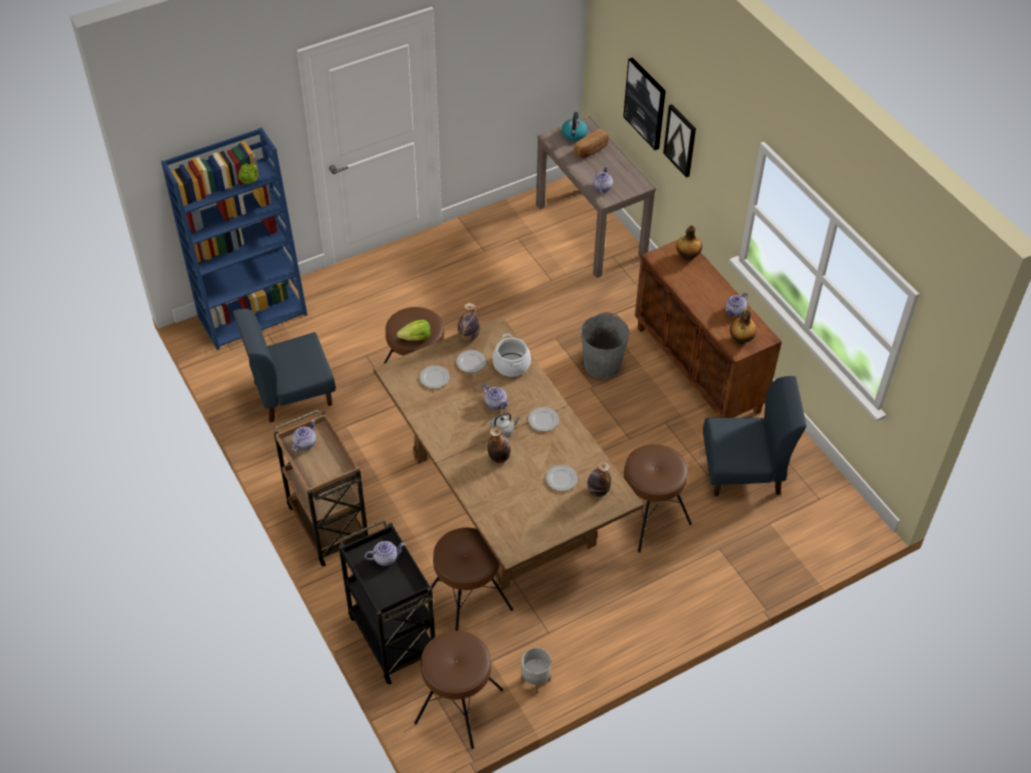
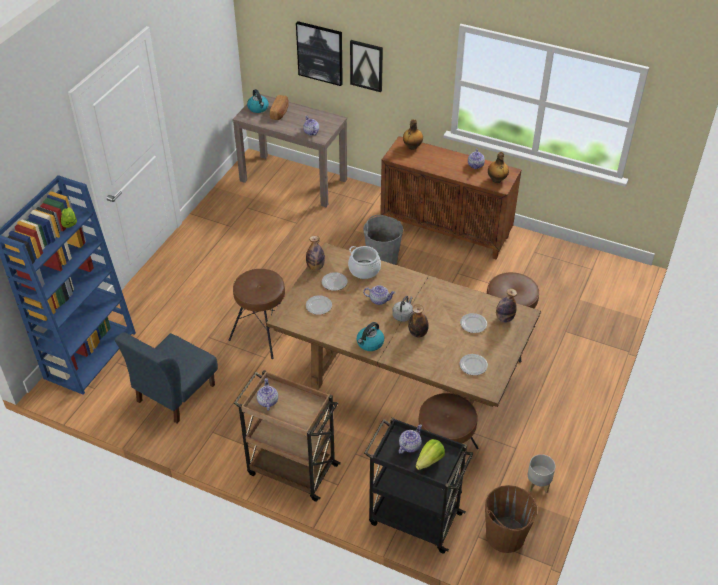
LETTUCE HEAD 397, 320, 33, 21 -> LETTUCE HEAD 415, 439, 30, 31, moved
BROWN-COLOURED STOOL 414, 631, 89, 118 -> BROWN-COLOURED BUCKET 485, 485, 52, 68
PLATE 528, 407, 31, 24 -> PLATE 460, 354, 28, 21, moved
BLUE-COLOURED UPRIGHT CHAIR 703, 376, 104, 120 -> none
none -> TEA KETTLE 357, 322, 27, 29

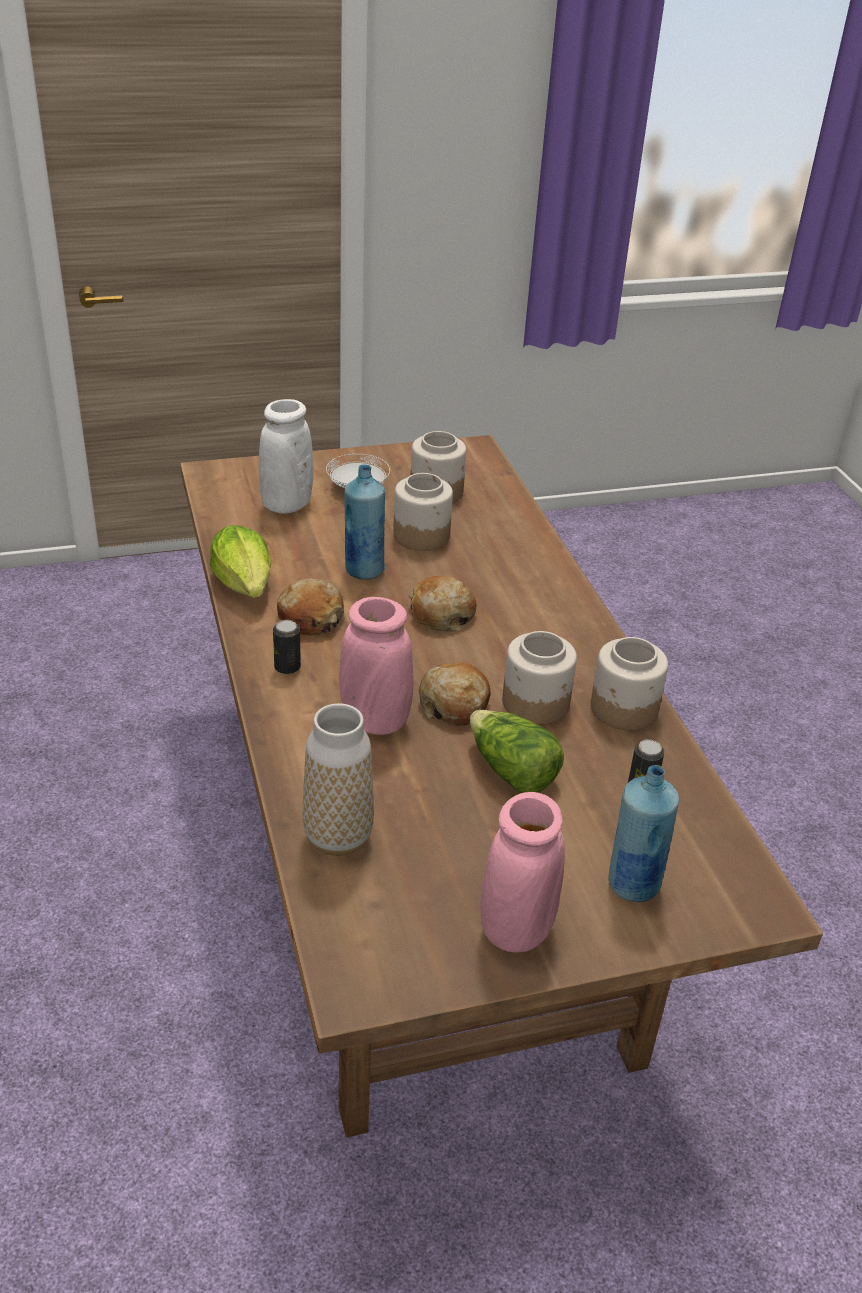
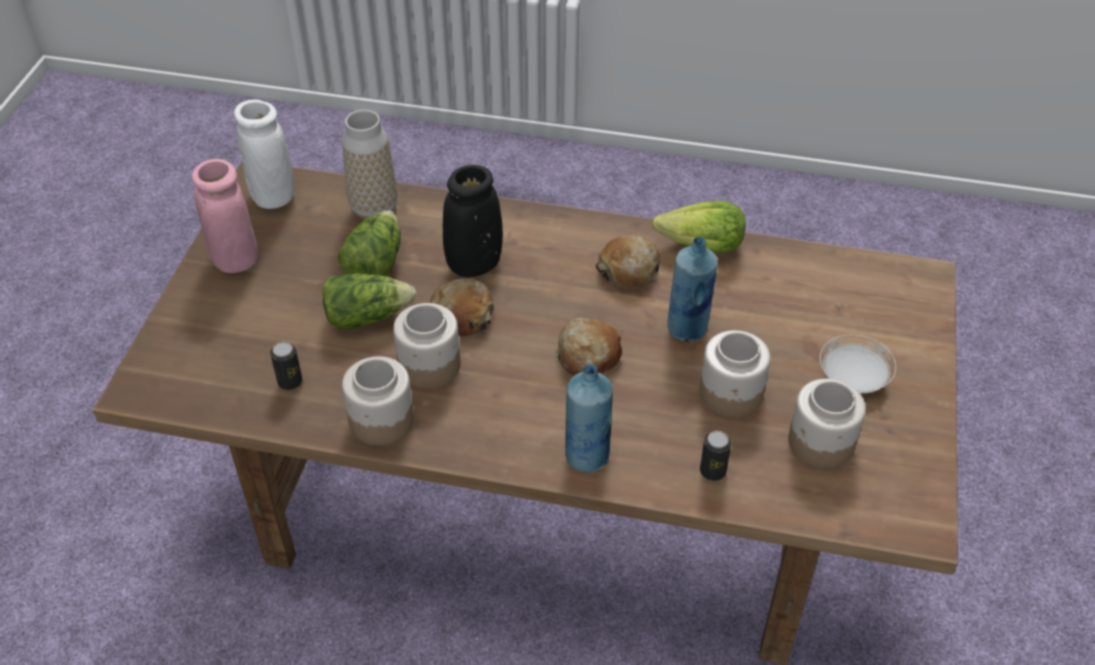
WHITE VASE 259, 399, 55, 115 -> WHITE VASE 234, 100, 60, 109, moved
METAL CAN 273, 620, 28, 54 -> METAL CAN 700, 431, 31, 50, moved
PINK VASE 339, 597, 74, 138 -> BLACK-COLOURED VASE 443, 165, 60, 112
BLUE-COLOURED BOTTLE 609, 765, 70, 137 -> BLUE-COLOURED BOTTLE 565, 364, 48, 108, moved
none -> LETTUCE HEAD 338, 210, 63, 66

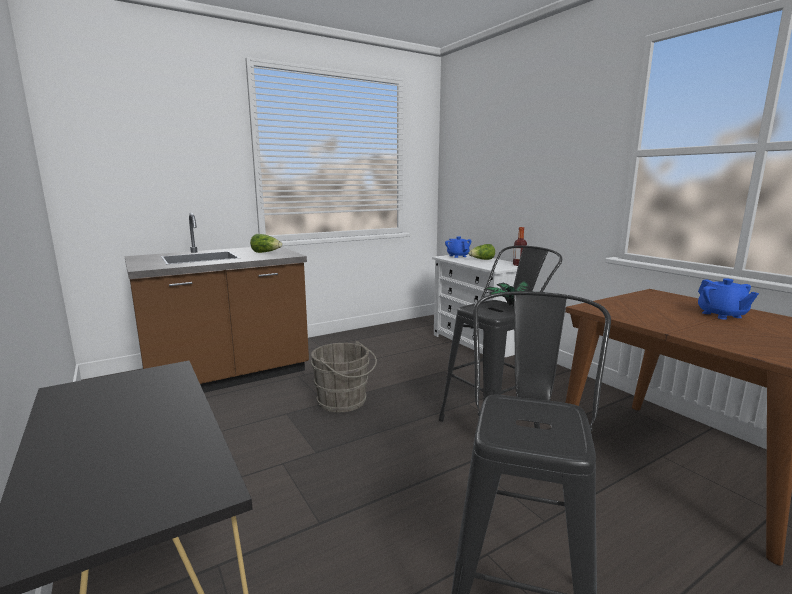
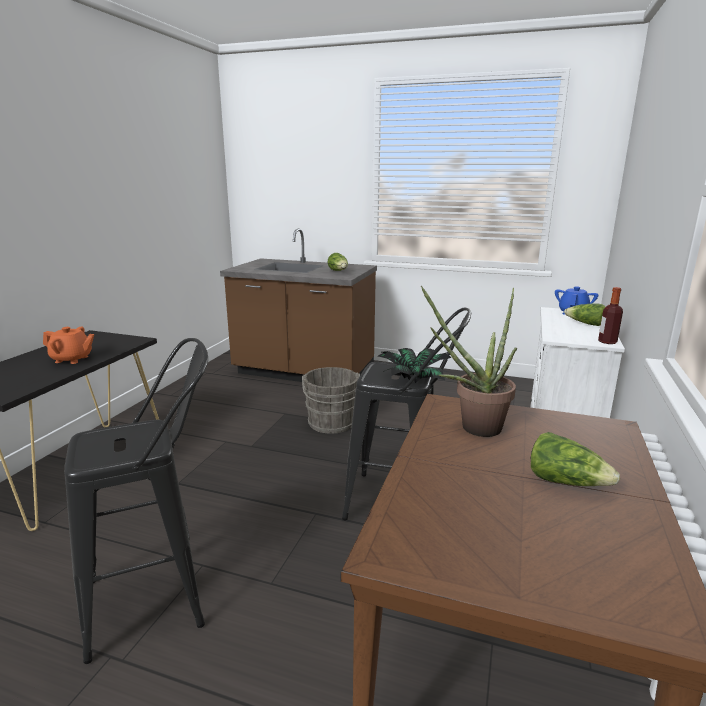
BLUE-COLOURED POT FOR TEA 698, 278, 61, 42 -> LETTUCE HEAD 531, 432, 89, 54
none -> ORANGE-COLOURED POT FOR TEA 43, 327, 51, 37
none -> HOUSEPLANT 421, 286, 96, 151

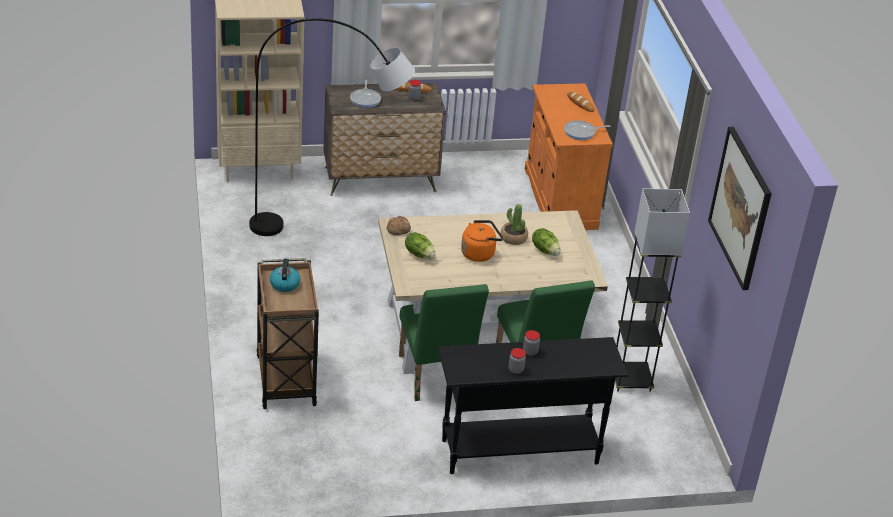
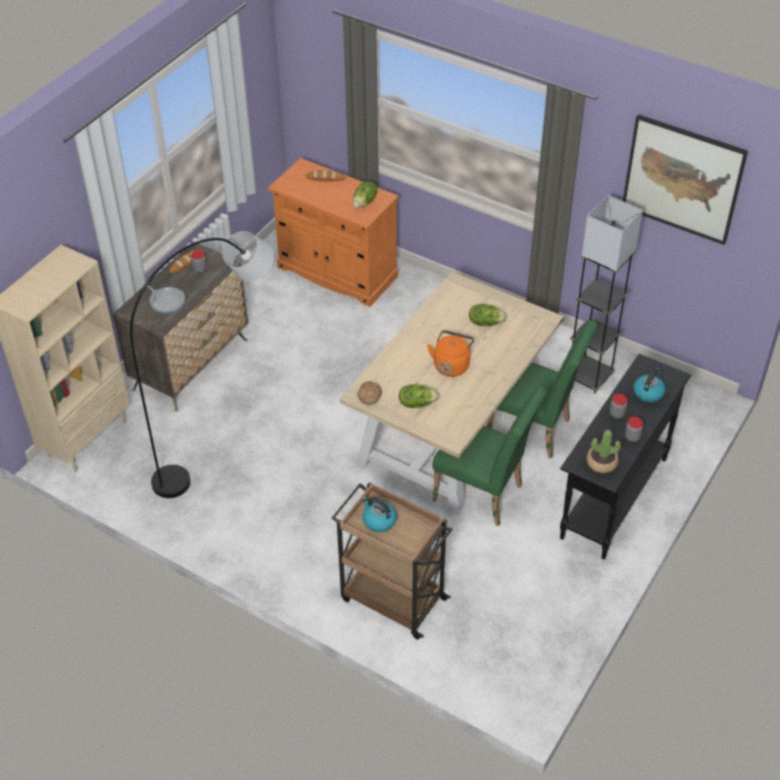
HOUSEPLANT 501, 204, 27, 41 -> HOUSEPLANT 587, 430, 34, 43, moved
FRYING PAN 564, 120, 46, 20 -> LETTUCE HEAD 353, 181, 25, 27
none -> TEA KETTLE 633, 368, 33, 35

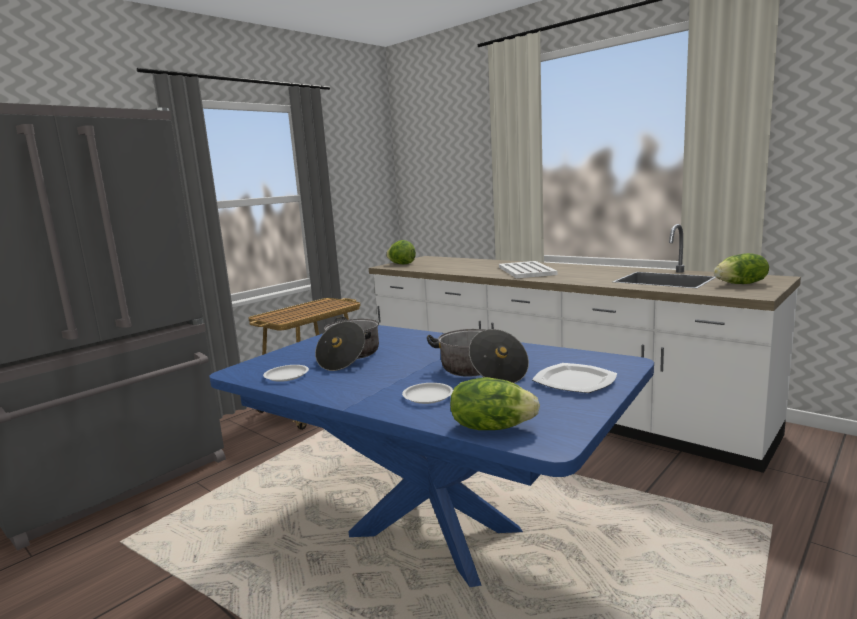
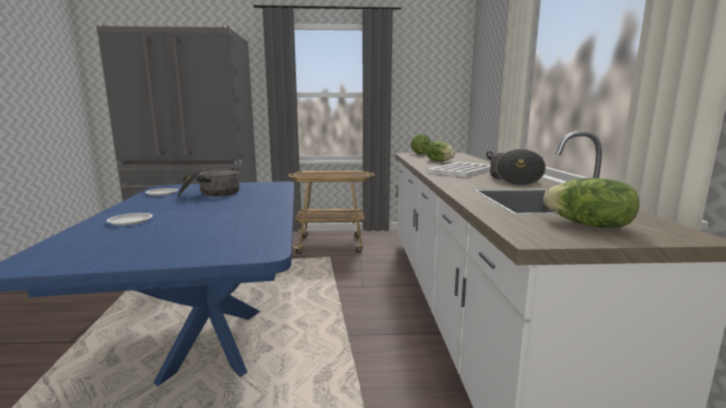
SAUCEPOT 426, 329, 103, 54 -> SAUCEPOT 486, 149, 60, 37, moved
LETTUCE HEAD 450, 377, 90, 53 -> LETTUCE HEAD 426, 141, 29, 20, moved
PLATE 532, 363, 85, 30 -> none

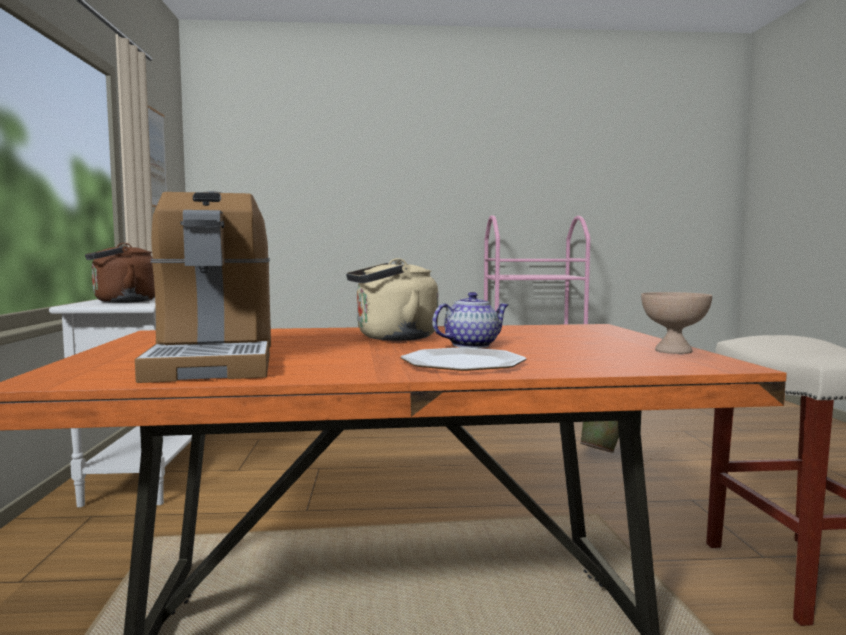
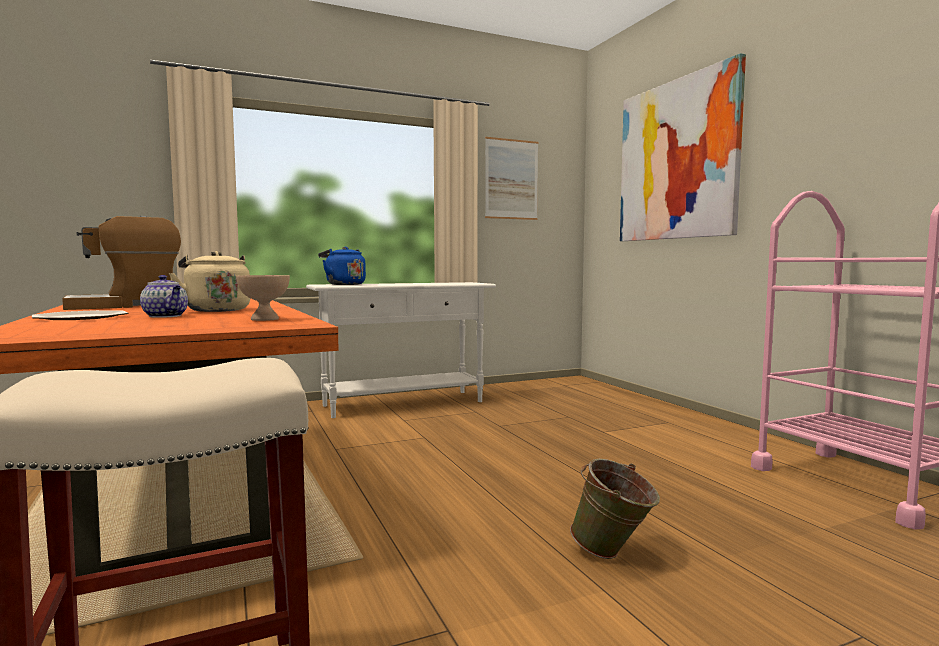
BROWN-COLOURED TEA KETTLE 85, 243, 70, 60 -> BLUE-COLOURED TEA KETTLE 318, 247, 48, 38
SAND-COLOURED SERVING BOWL 641, 292, 71, 62 -> SAND-COLOURED SERVING BOWL 236, 275, 54, 46, moved
none -> WALL ART 620, 53, 126, 188

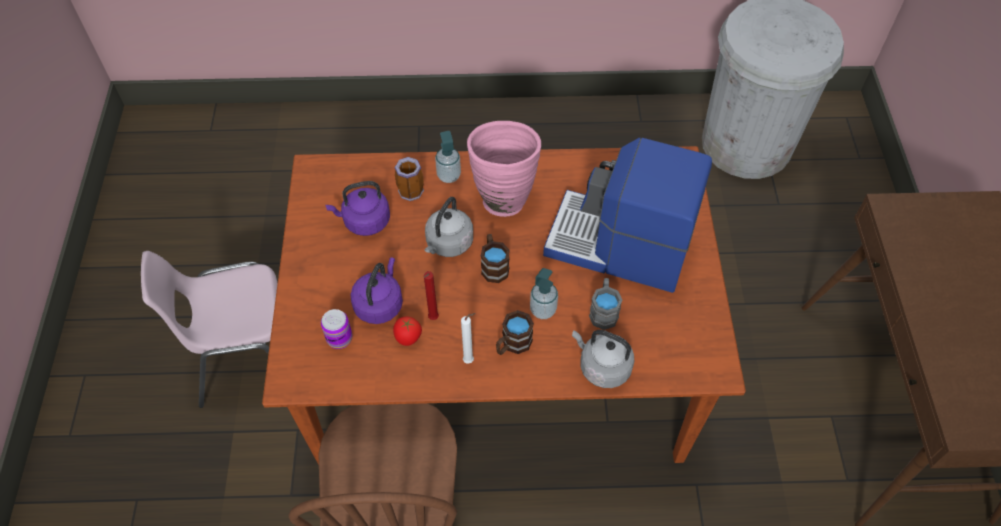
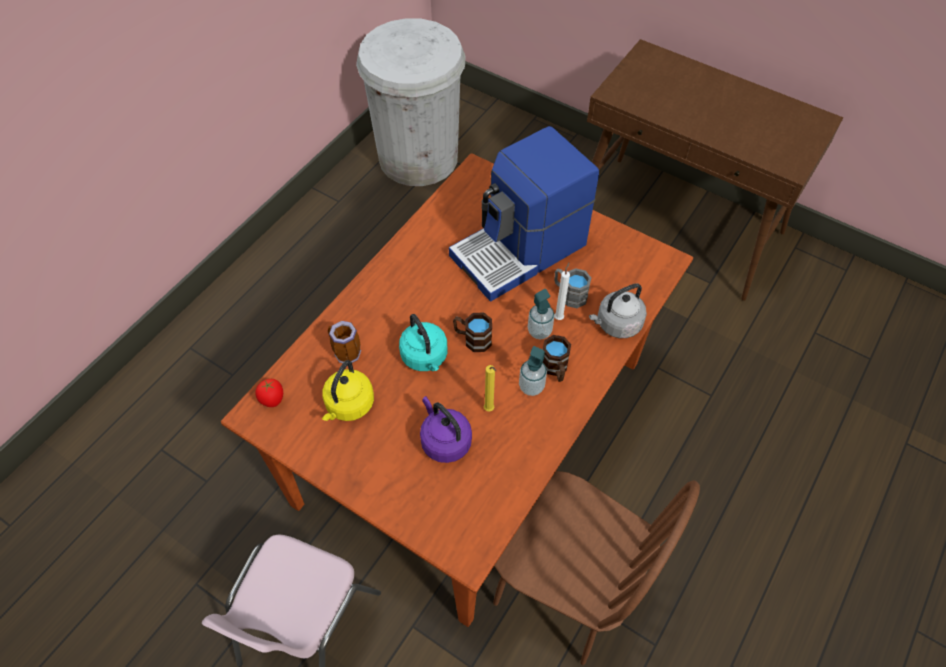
METAL CAN 321, 309, 31, 40 -> none
PURPLE TEA KETTLE 325, 181, 65, 55 -> YELLOWISH TEA KETTLE 322, 360, 52, 61
TOMATO 393, 316, 29, 30 -> TOMATO 255, 379, 28, 28, moved
REDDISH WAX CANDLE 424, 271, 15, 49 -> YELLOWISH WAX CANDLE 484, 365, 12, 46
GRAY TEA KETTLE 425, 197, 48, 60 -> BLUE-GREEN TEA KETTLE 399, 314, 48, 57
LIQUID SOAP BOTTLE 435, 131, 26, 52 -> LIQUID SOAP BOTTLE 519, 346, 28, 50, moved
WHITE WAX CANDLE 461, 313, 15, 51 -> WHITE WAX CANDLE 555, 262, 15, 58, moved
PINK VASE 467, 121, 74, 96 -> none

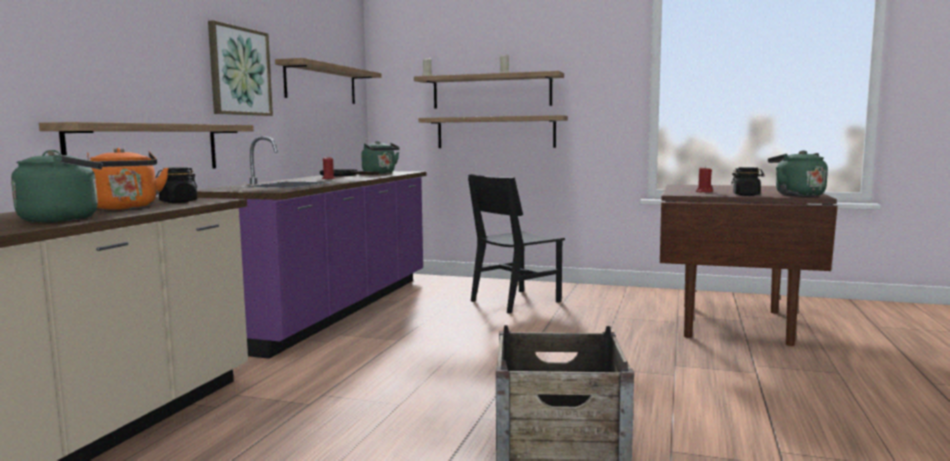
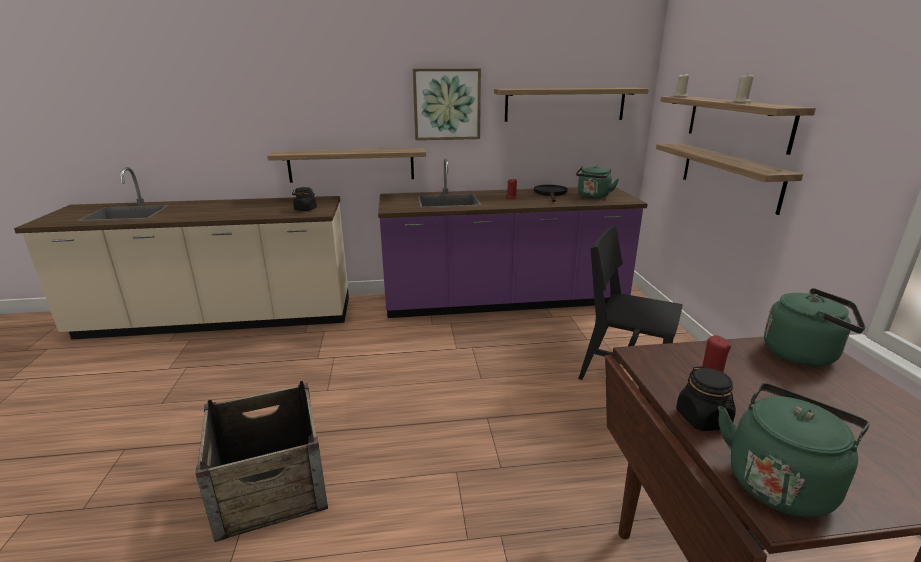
GREEN TEA KETTLE 11, 150, 92, 72 -> GREEN TEA KETTLE 764, 288, 102, 78, moved
ORANGE-COLOURED TEA KETTLE 87, 148, 82, 62 -> none

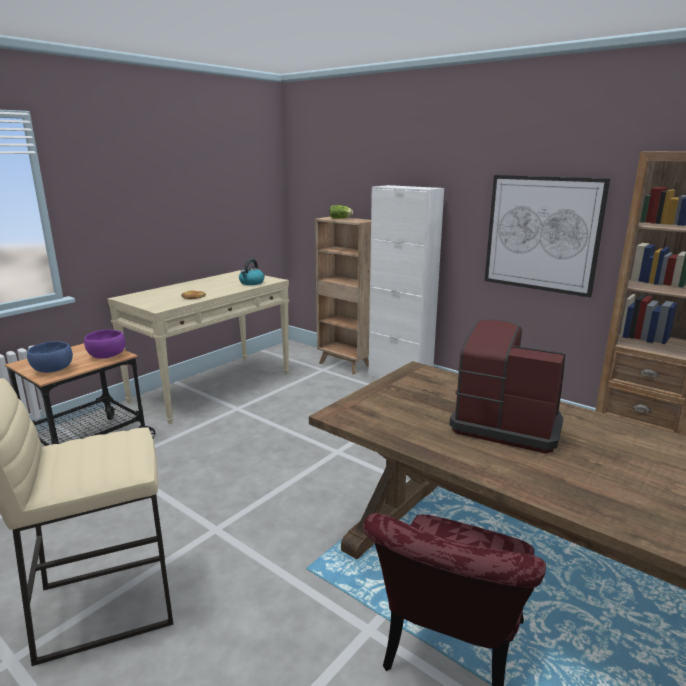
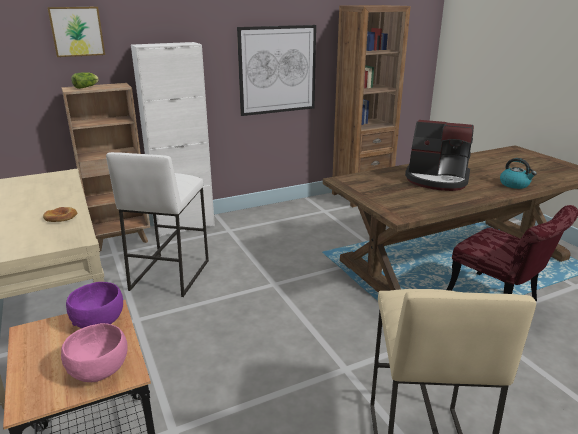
BLUE-COLOURED SERVING BOWL 27, 341, 46, 32 -> PINK SERVING BOWL 61, 323, 67, 59
TEA KETTLE 239, 259, 25, 26 -> TEA KETTLE 500, 158, 37, 31, moved
COFFEE MACHINE 449, 319, 116, 134 -> COFFEE MACHINE 405, 120, 69, 71, 120 degrees counterclockwise
none -> WALL ART 47, 7, 58, 50
none -> WHITE STOOL 106, 152, 103, 145

